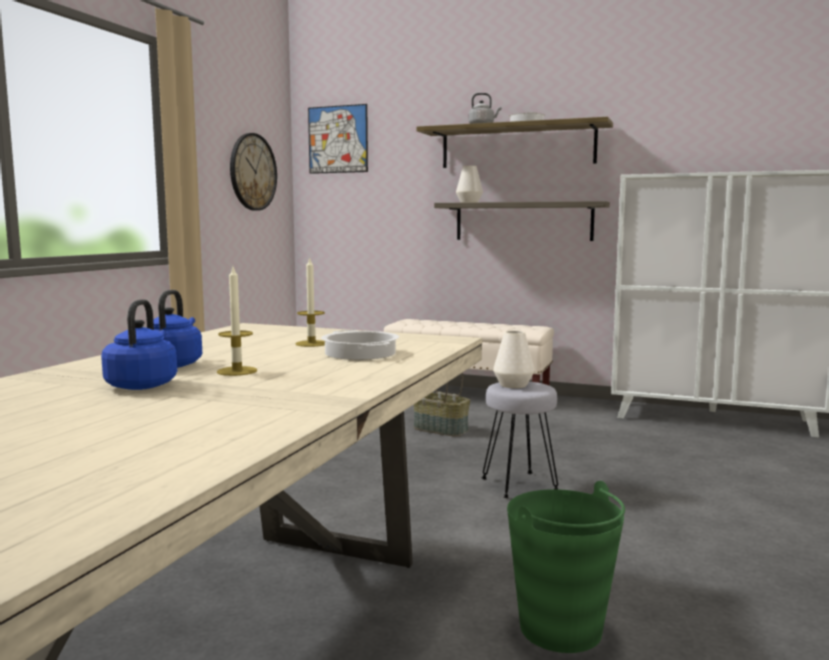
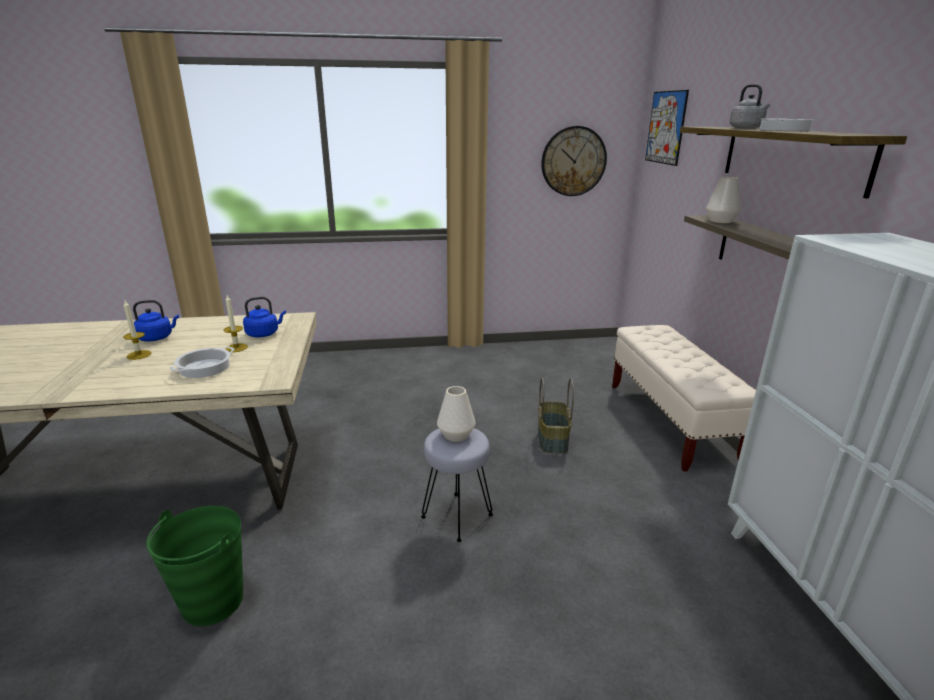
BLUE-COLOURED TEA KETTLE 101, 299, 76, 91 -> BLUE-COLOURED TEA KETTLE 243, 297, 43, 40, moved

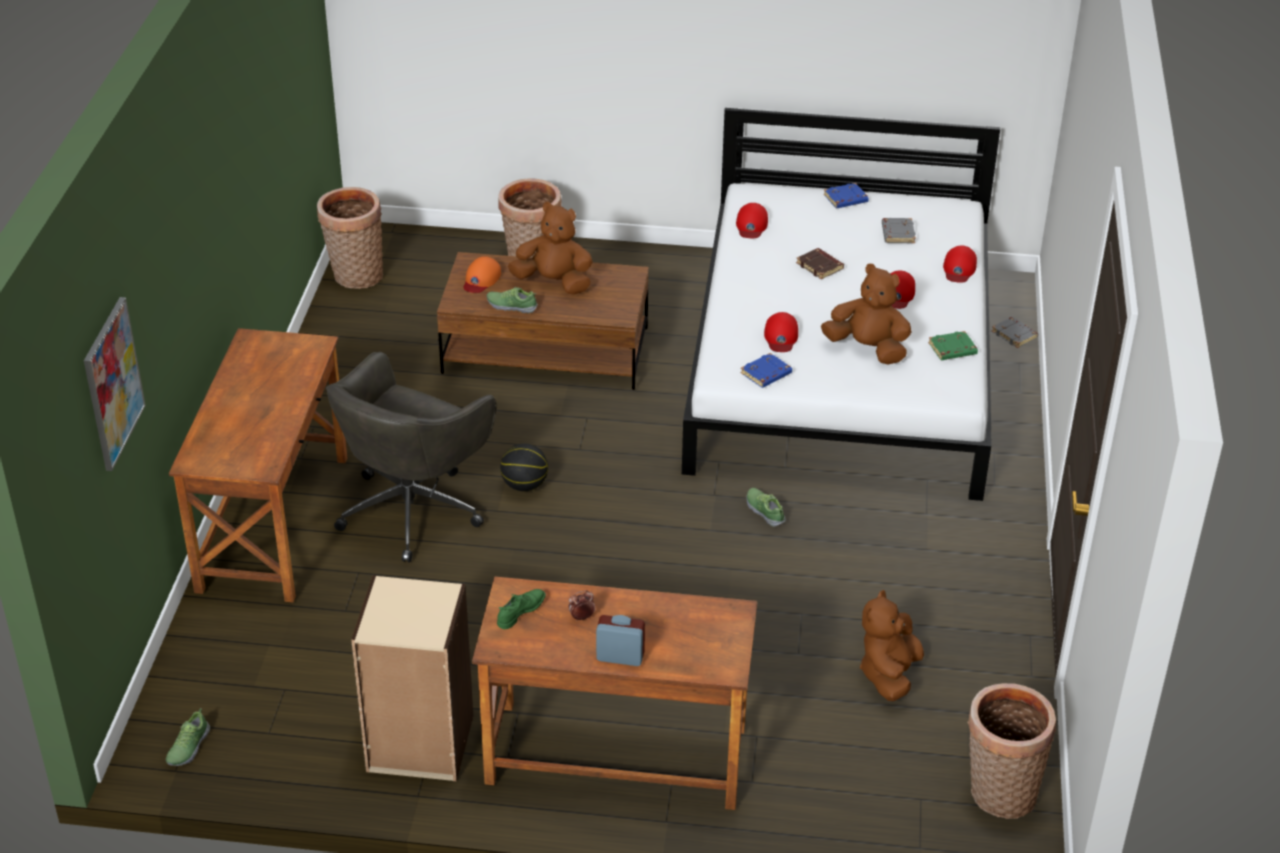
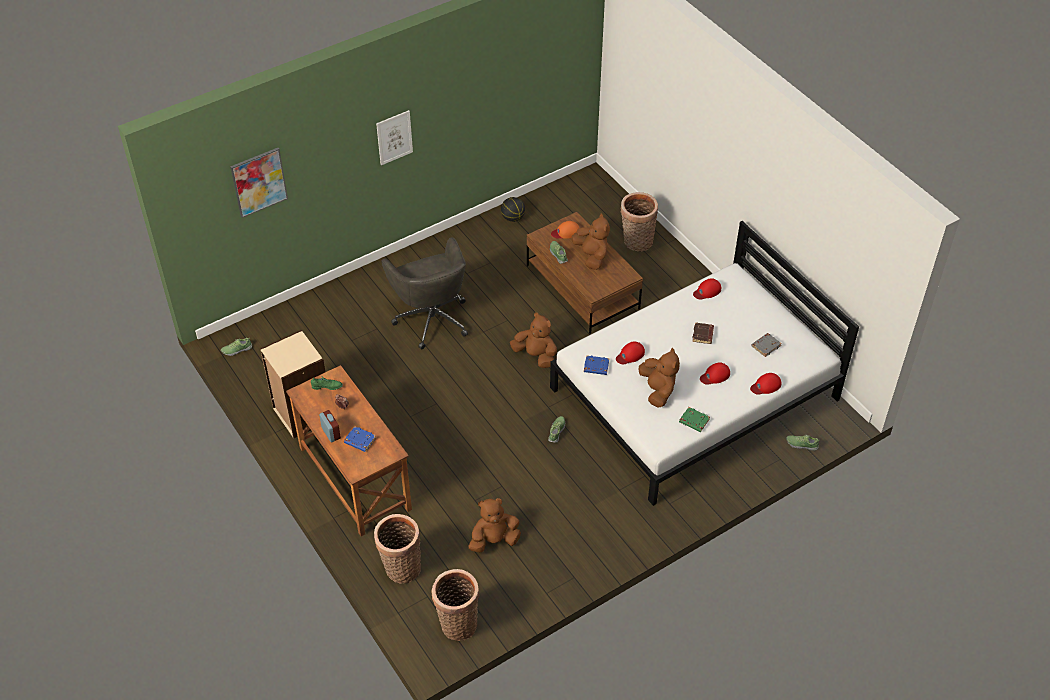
BROWN-COLOURED DESK UNIT 169, 328, 178, 275 -> none
STORAGE BASKET 317, 187, 66, 102 -> STORAGE BASKET 374, 514, 47, 70, moved
GRAY COMPUTER CHAIR 326, 352, 171, 211 -> GRAY COMPUTER CHAIR 381, 238, 87, 111, 105 degrees counterclockwise
BASKETBALL 500, 443, 48, 48 -> BASKETBALL 501, 197, 24, 25, moved
BLUE-COLOURED BOOK 824, 183, 45, 26 -> BLUE-COLOURED BOOK 344, 426, 32, 26, moved
GRAY BOOK 992, 317, 46, 31 -> LOW SHOE 786, 435, 34, 16
none -> WALL ART 376, 110, 37, 55
none -> BROWN-COLOURED CUDDLY TOY 510, 312, 47, 56

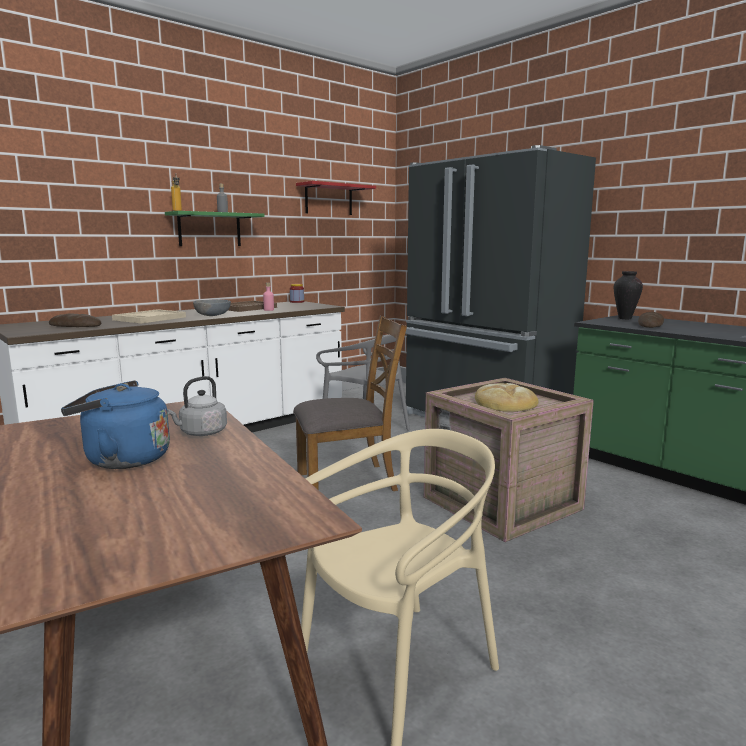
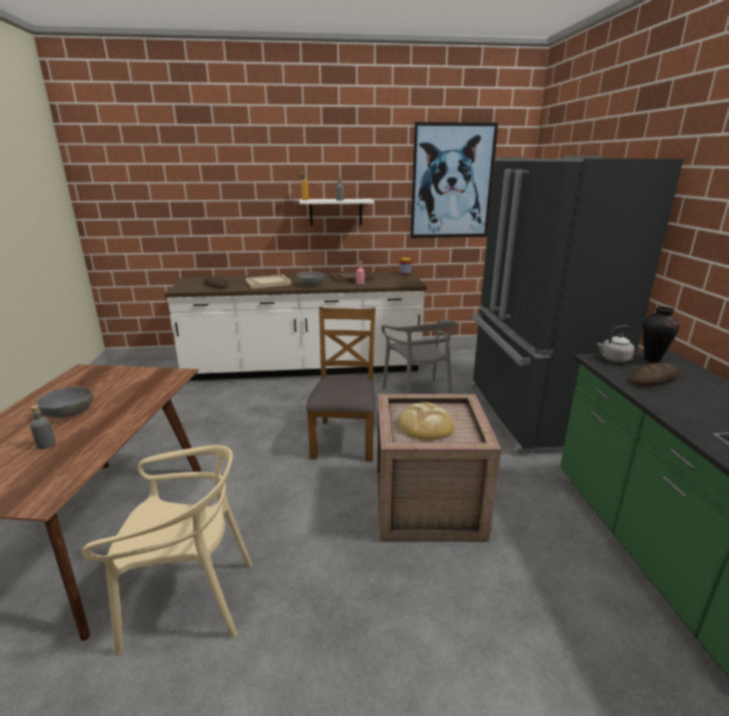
BLUE-COLOURED TEA KETTLE 61, 380, 109, 89 -> GRAY SERVING BOWL 36, 387, 57, 31
GREEN WALL SHELF 165, 211, 100, 35 -> WHITE WALL SHELF 299, 199, 75, 27
GRAY TEA KETTLE 167, 376, 60, 60 -> GRAY TEA KETTLE 597, 325, 38, 37, moved
BROWN-COLOURED UPRIGHT CHAIR 293, 316, 114, 175 -> BROWN-COLOURED UPRIGHT CHAIR 306, 307, 70, 155, 105 degrees counterclockwise
REDDISH WALL SHELF 296, 181, 80, 34 -> WALL ART 410, 122, 88, 116
none -> GRAY BOTTLE 30, 405, 26, 44

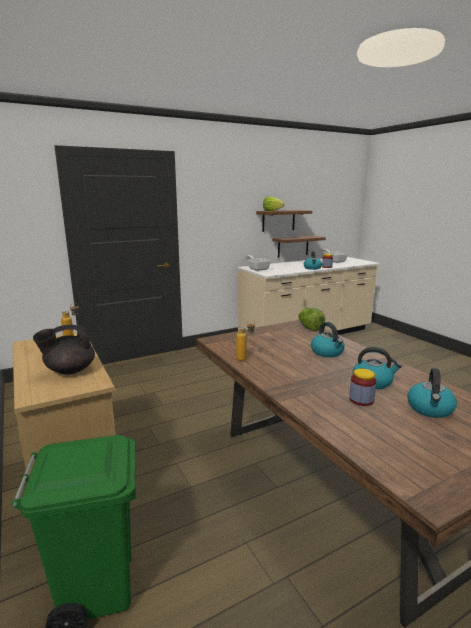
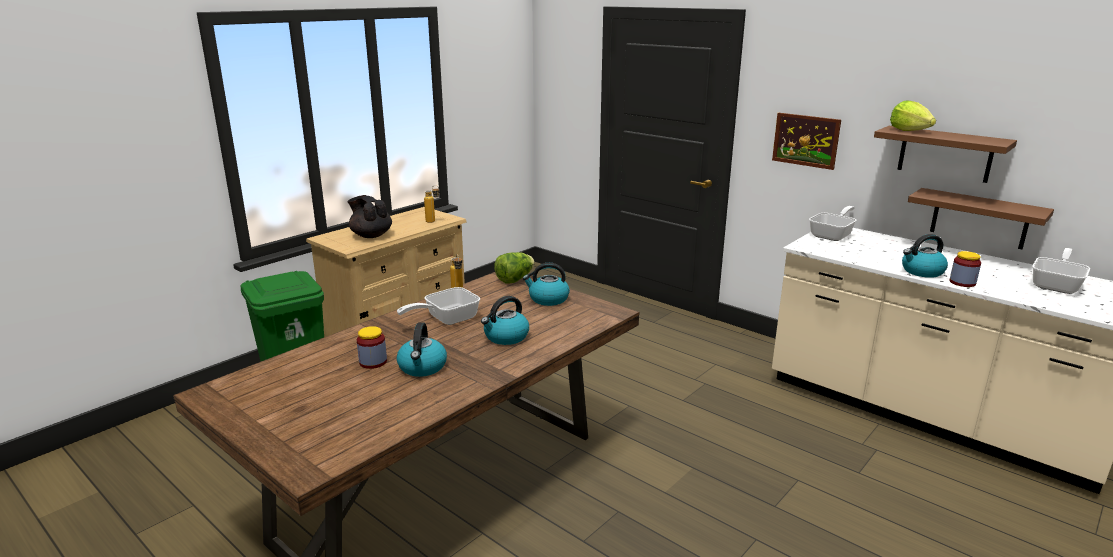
LETTUCE HEAD 298, 308, 27, 23 -> LETTUCE HEAD 494, 252, 41, 32, moved
TEA KETTLE 407, 368, 50, 50 -> TEA KETTLE 523, 263, 47, 43, moved
none -> FRYING PAN 397, 287, 83, 38
none -> WALL ART 772, 113, 69, 57

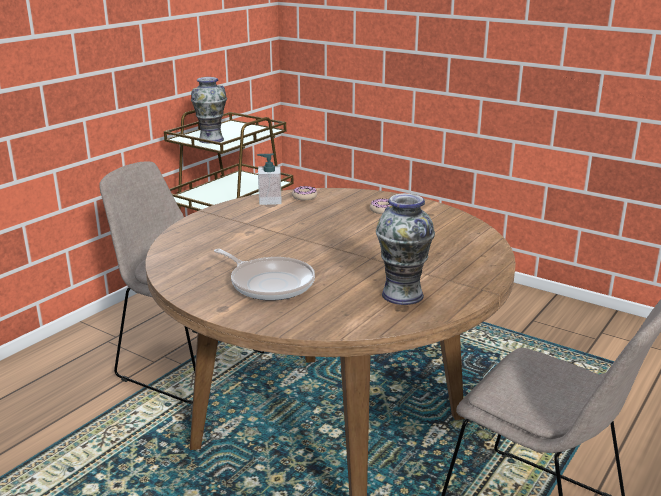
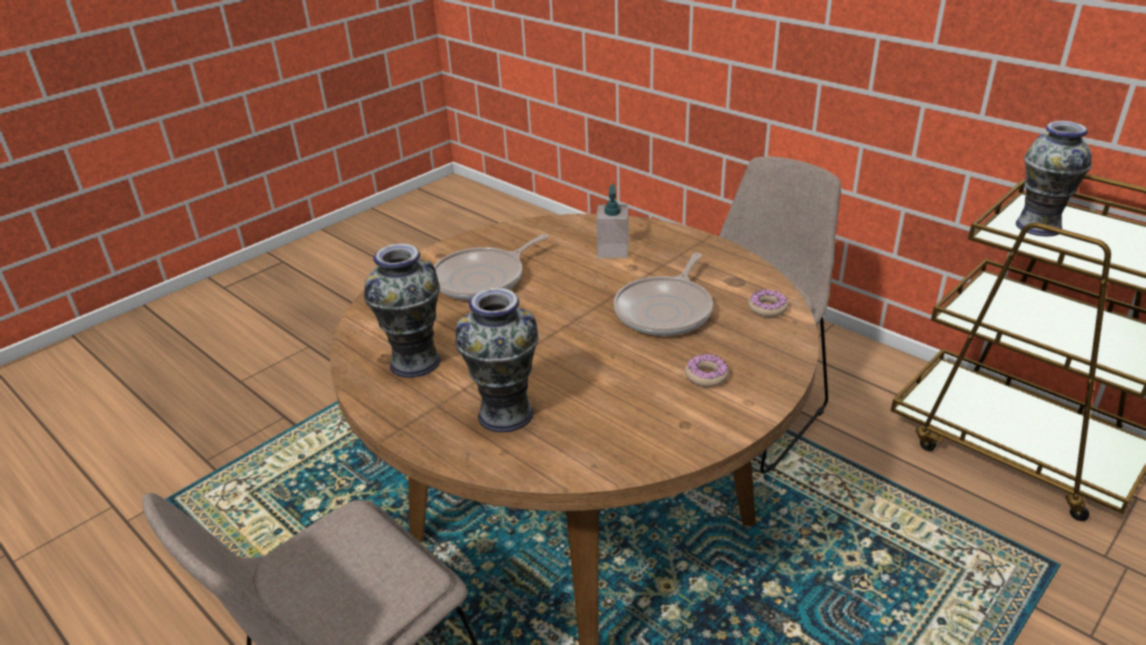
LIQUID SOAP BOTTLE 257, 153, 25, 52 -> LIQUID SOAP BOTTLE 596, 185, 32, 73, moved
none -> VASE 455, 288, 83, 144
none -> FRYING PAN 614, 253, 99, 83

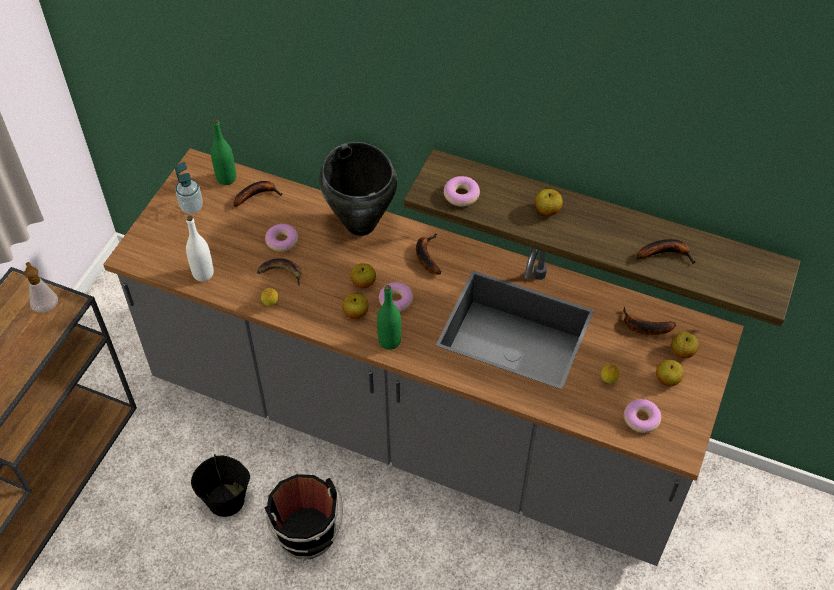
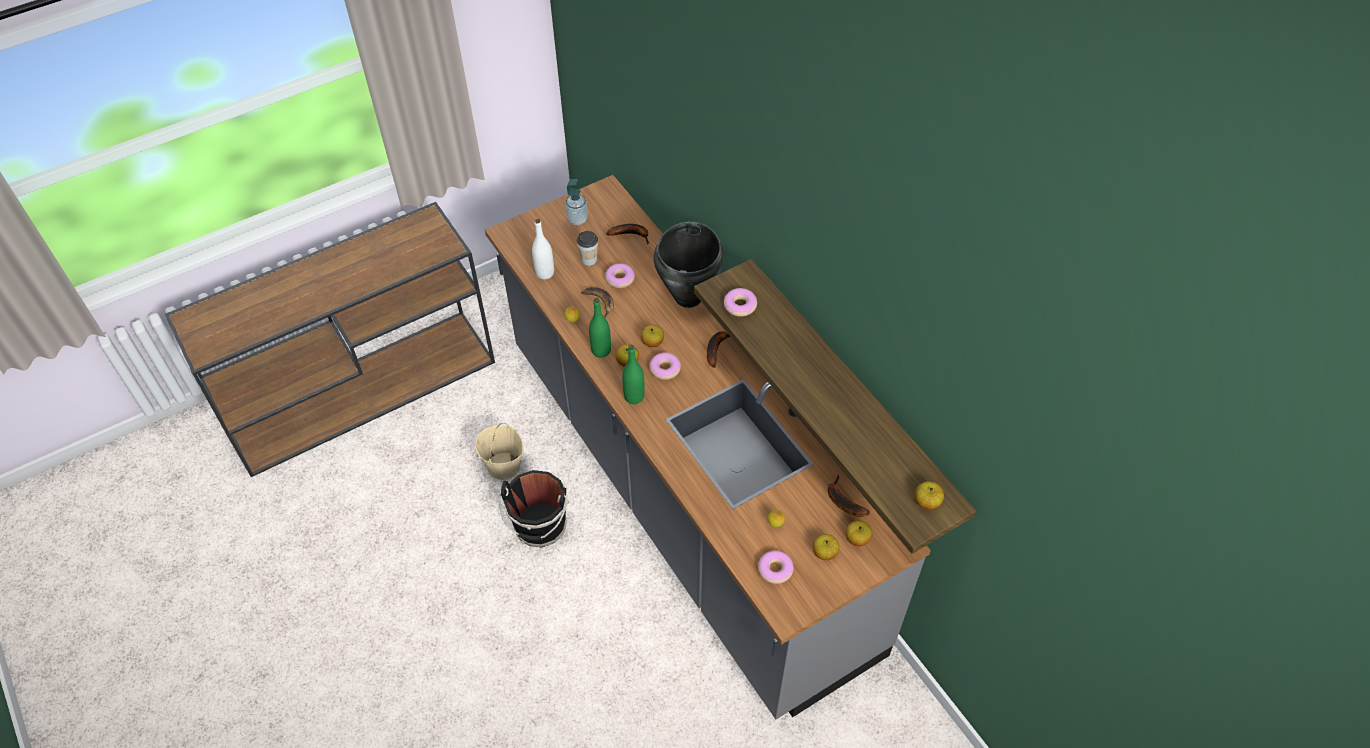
LIQUID SOAP BOTTLE 24, 262, 34, 51 -> none
BLACK-COLOURED BUCKET 191, 454, 59, 63 -> SAND-COLOURED BUCKET 475, 423, 49, 57
GREEN BOTTLE 211, 119, 25, 66 -> GREEN BOTTLE 589, 298, 22, 60, moved
APPLE 535, 189, 28, 27 -> APPLE 915, 481, 29, 29, moved
BANANA FRUIT 636, 239, 60, 25 -> none
none -> SMALL CUP 577, 231, 21, 35

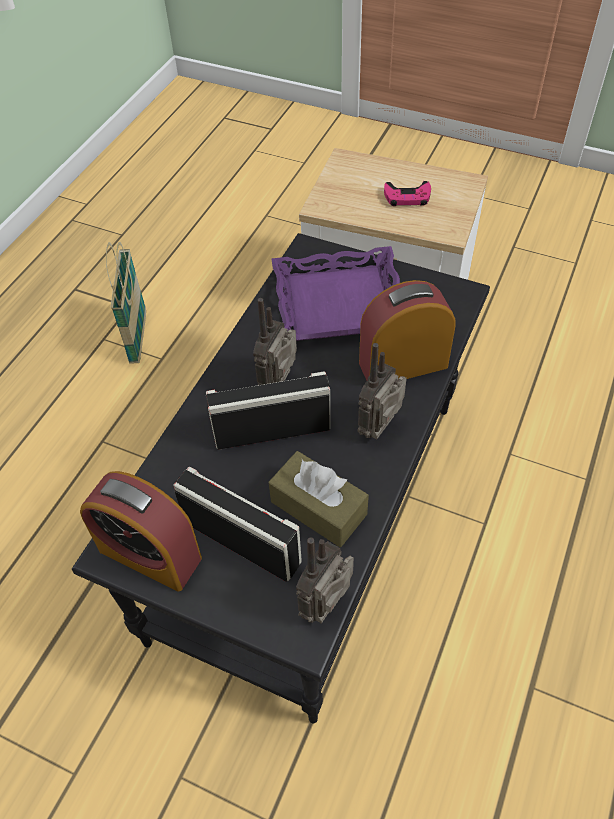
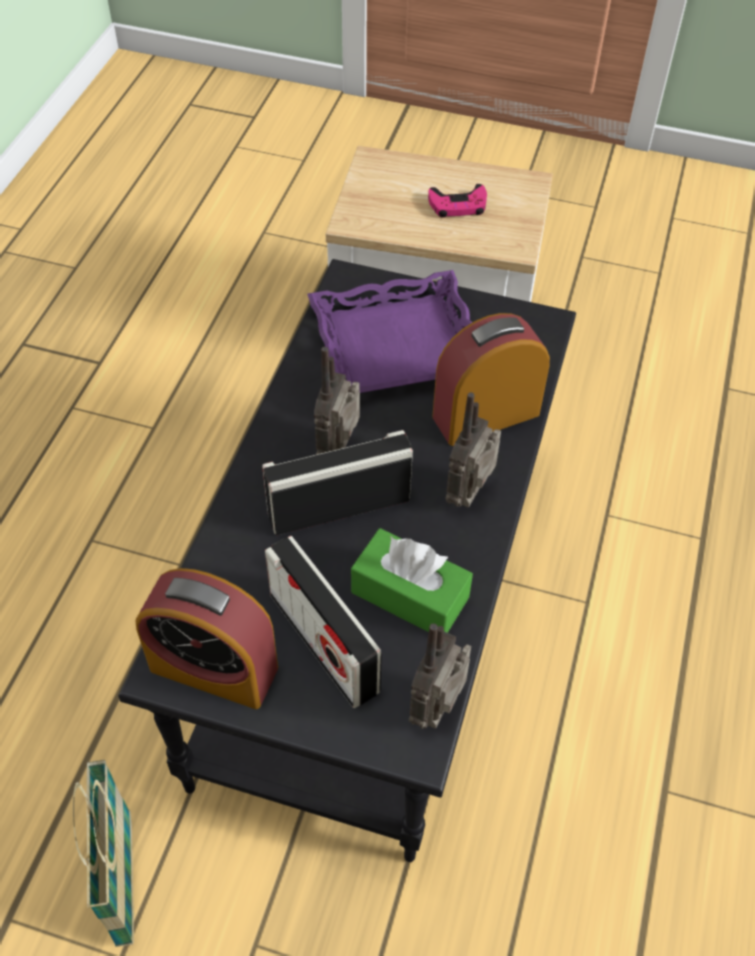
STORAGE BASKET 106, 242, 40, 122 -> STORAGE BASKET 73, 760, 61, 187, moved
RADIO 173, 467, 129, 115 -> RADIO 265, 536, 117, 172, 150 degrees counterclockwise
BROWN-COLOURED TISSUE HOLDER 269, 451, 100, 96 -> GREEN TISSUE HOLDER 351, 528, 122, 105

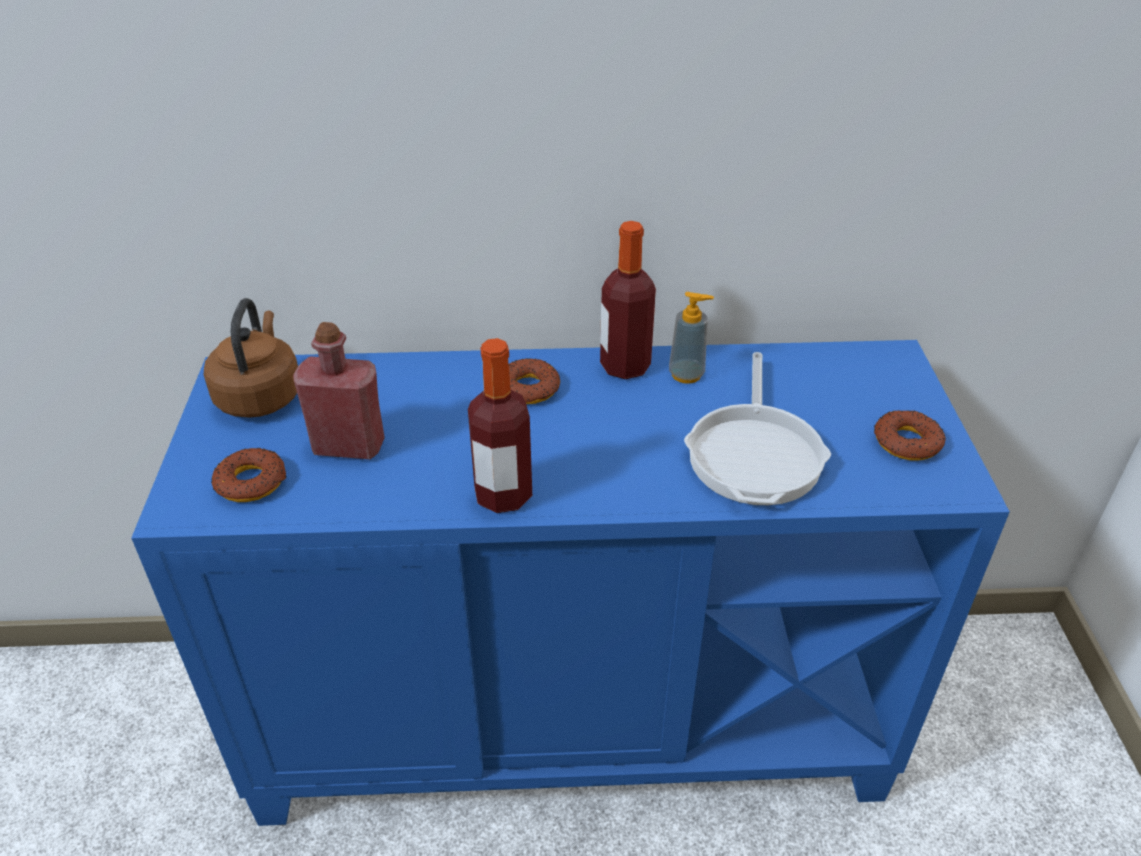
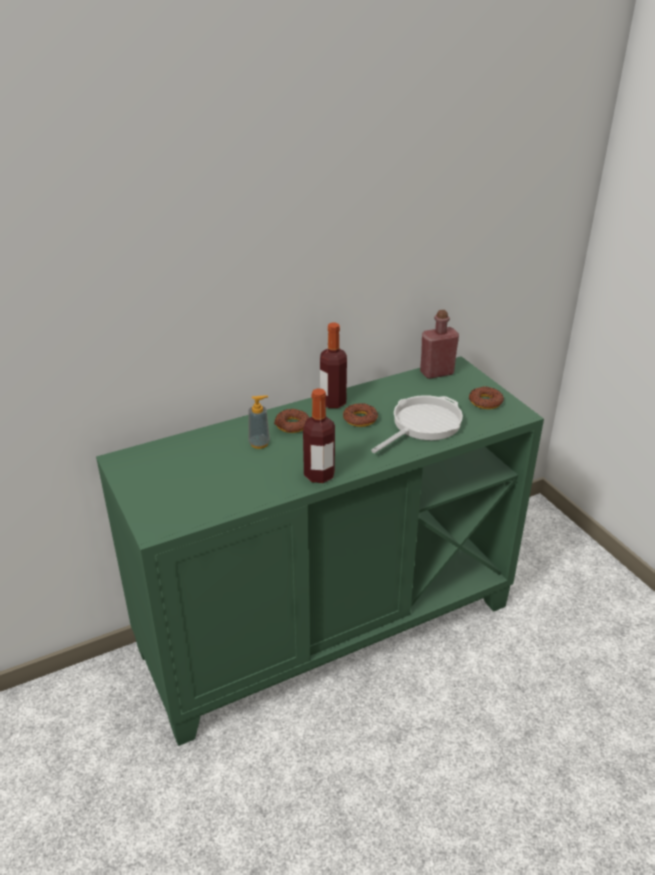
BLUE-COLOURED CABINET 131, 340, 879, 486 -> GREEN CABINET 96, 356, 448, 390
BROWN-COLOURED TEA KETTLE 204, 298, 94, 120 -> none
DONUT 211, 448, 76, 54 -> DONUT 343, 403, 35, 24, moved
REDDISH BOTTLE 293, 322, 92, 137 -> REDDISH BOTTLE 420, 310, 39, 69, moved
LIQUID SOAP BOTTLE 669, 292, 45, 92 -> LIQUID SOAP BOTTLE 248, 395, 22, 54, moved
FRYING PAN 684, 352, 147, 153 -> FRYING PAN 371, 395, 92, 58, 120 degrees counterclockwise

